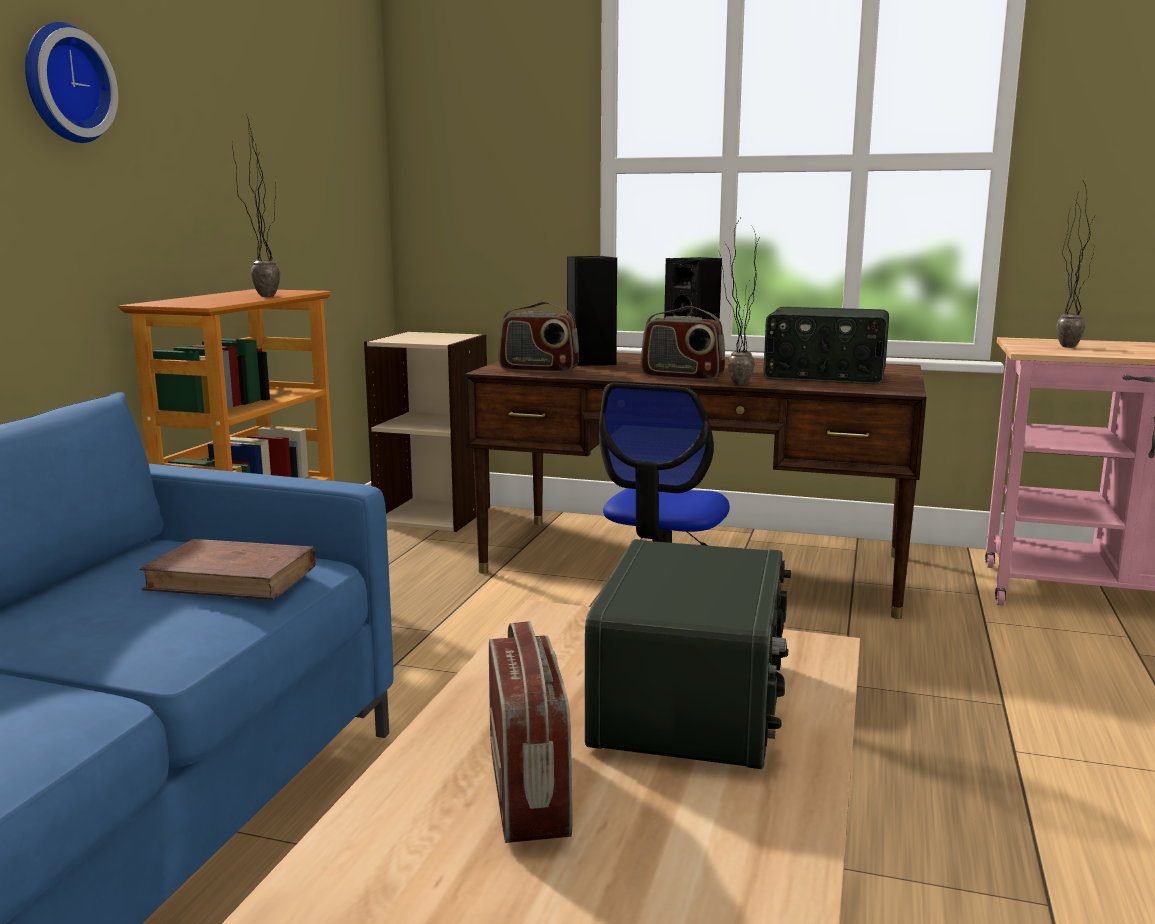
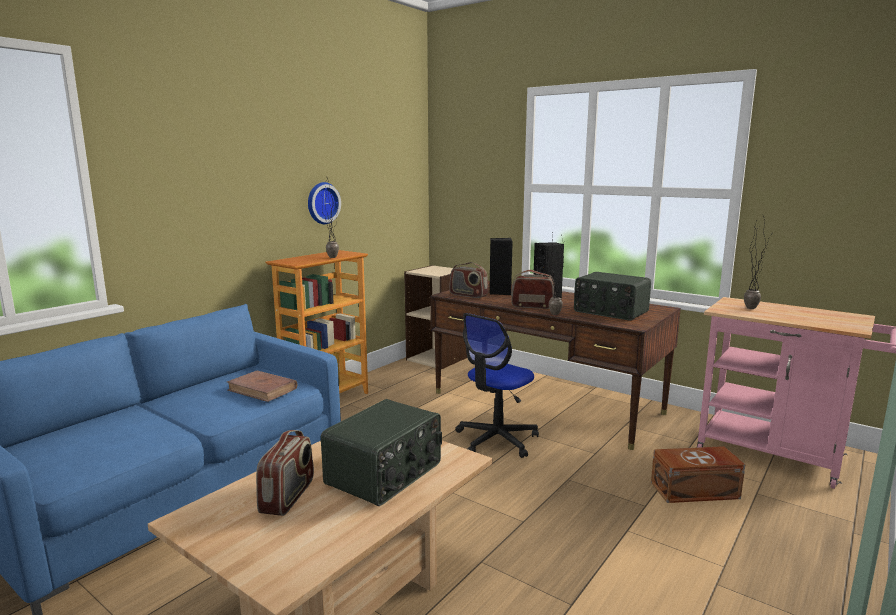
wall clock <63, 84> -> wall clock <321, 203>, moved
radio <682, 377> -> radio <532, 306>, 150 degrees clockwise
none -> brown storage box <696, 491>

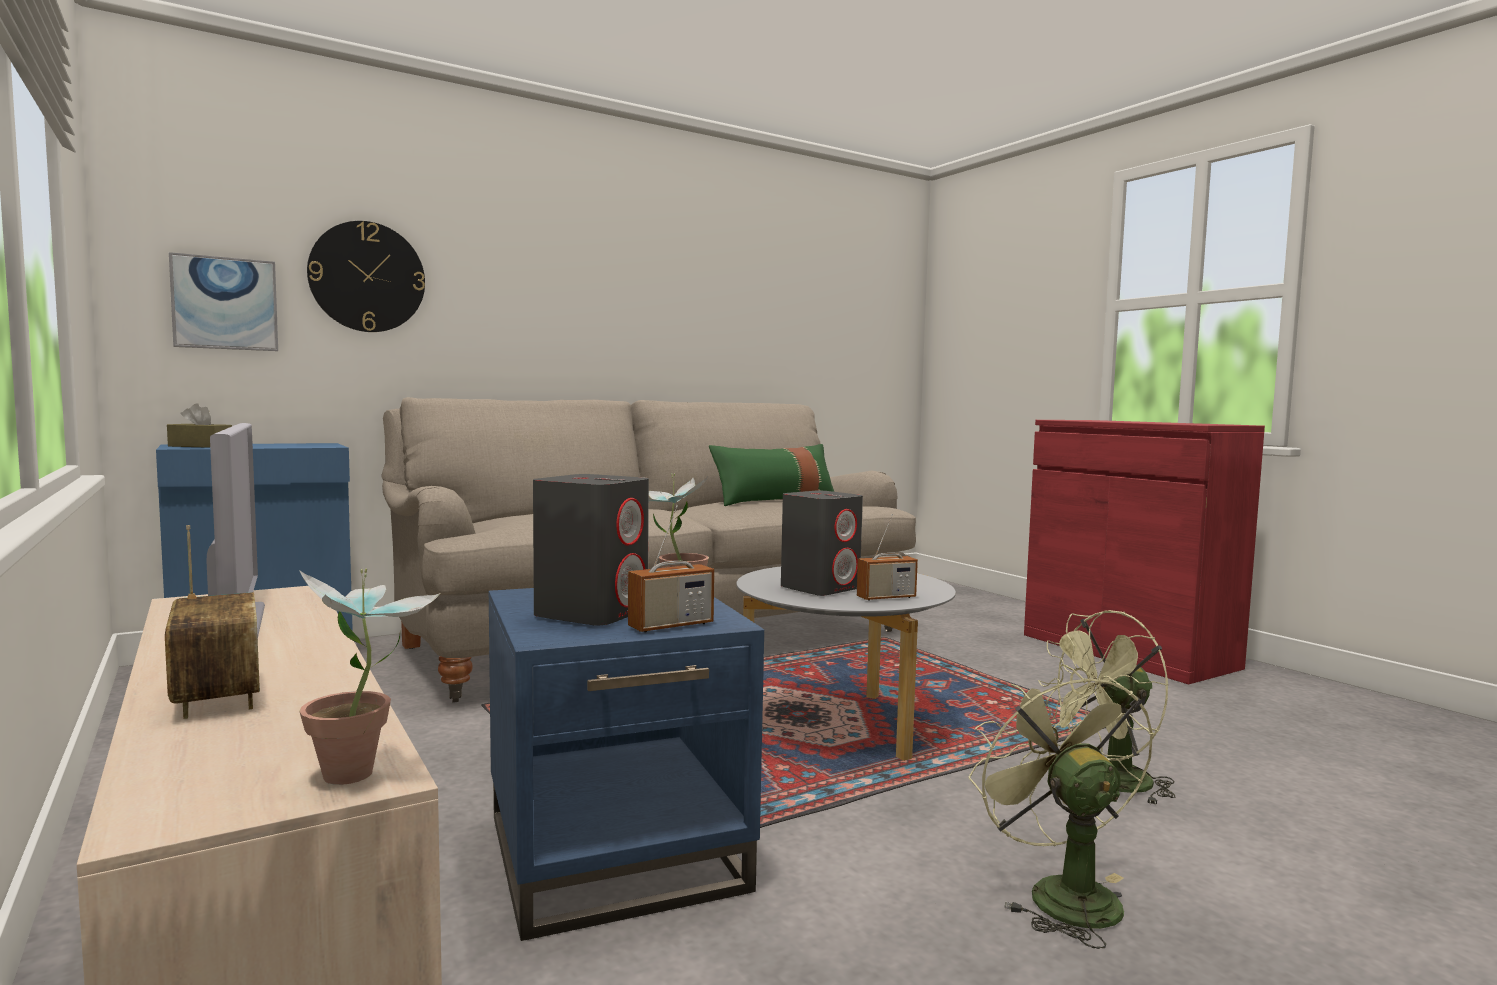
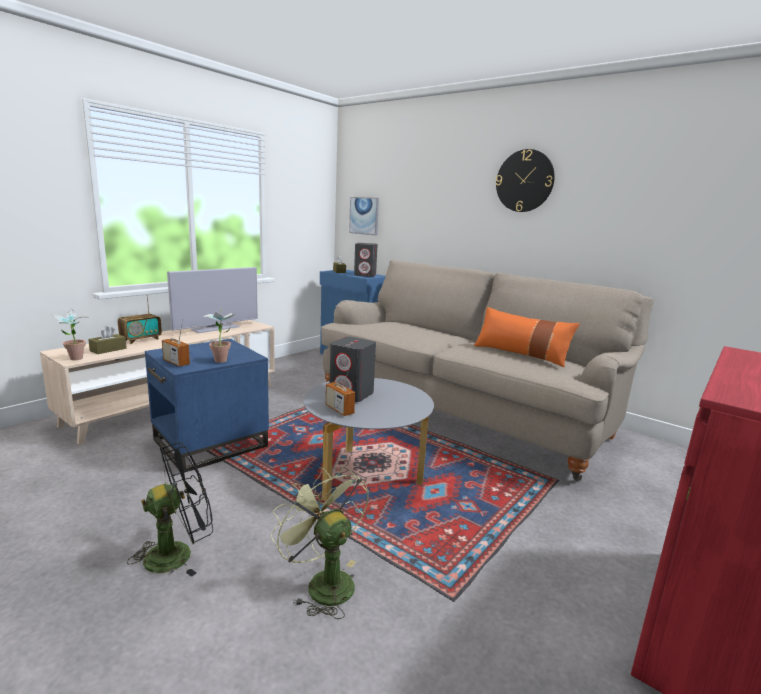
wall clock <367, 277> -> wall clock <524, 181>, moved
grey speaker <592, 613> -> grey speaker <365, 275>, moved
green pillow <775, 501> -> orange pillow <521, 354>
green fan <1060, 893> -> black fan <178, 553>
none -> brown tissue box <108, 349>

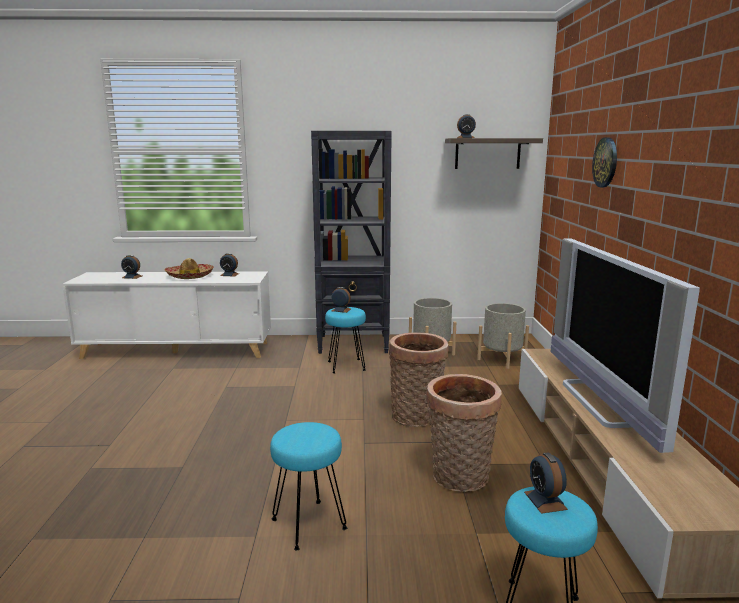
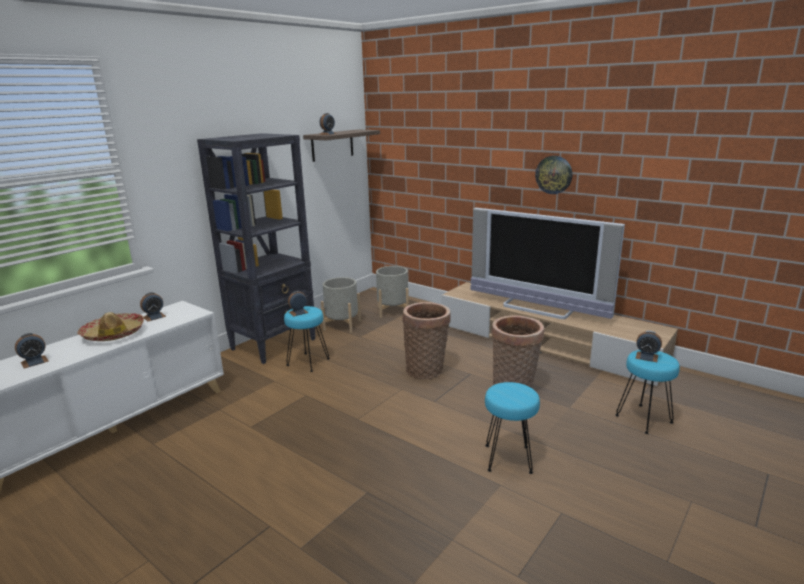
wall clock <605, 162> -> wall clock <554, 174>, moved

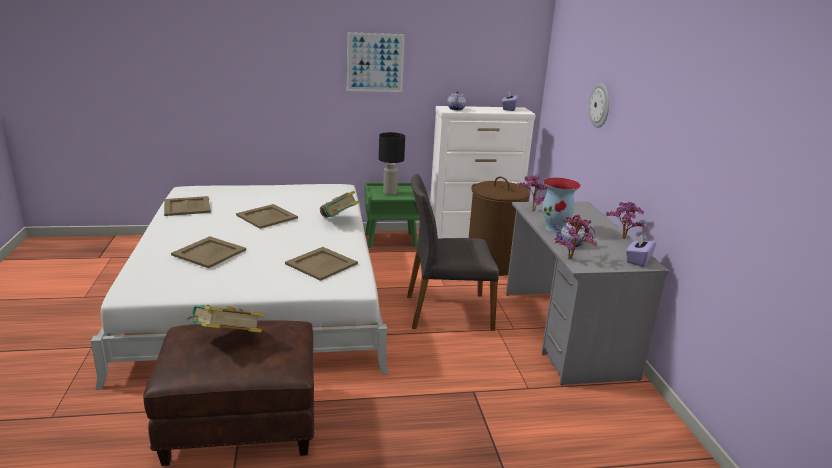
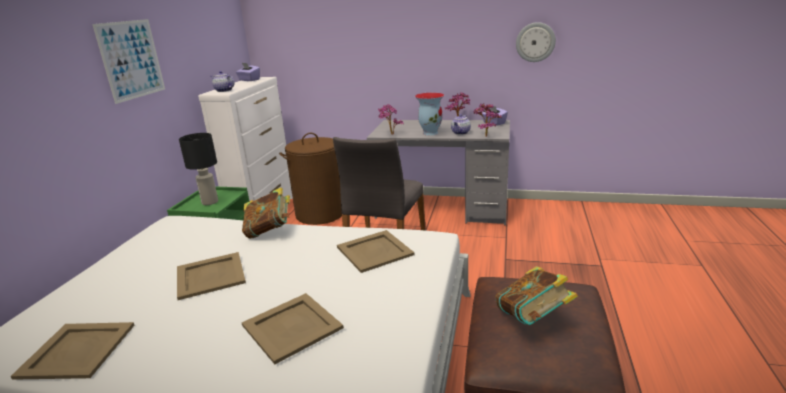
wall clock <600, 105> -> wall clock <535, 42>, moved

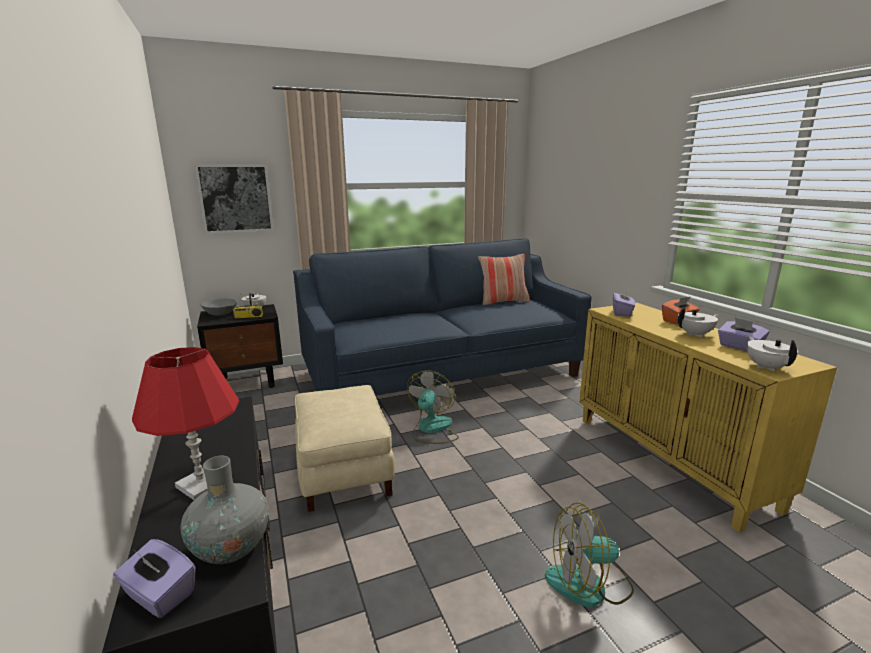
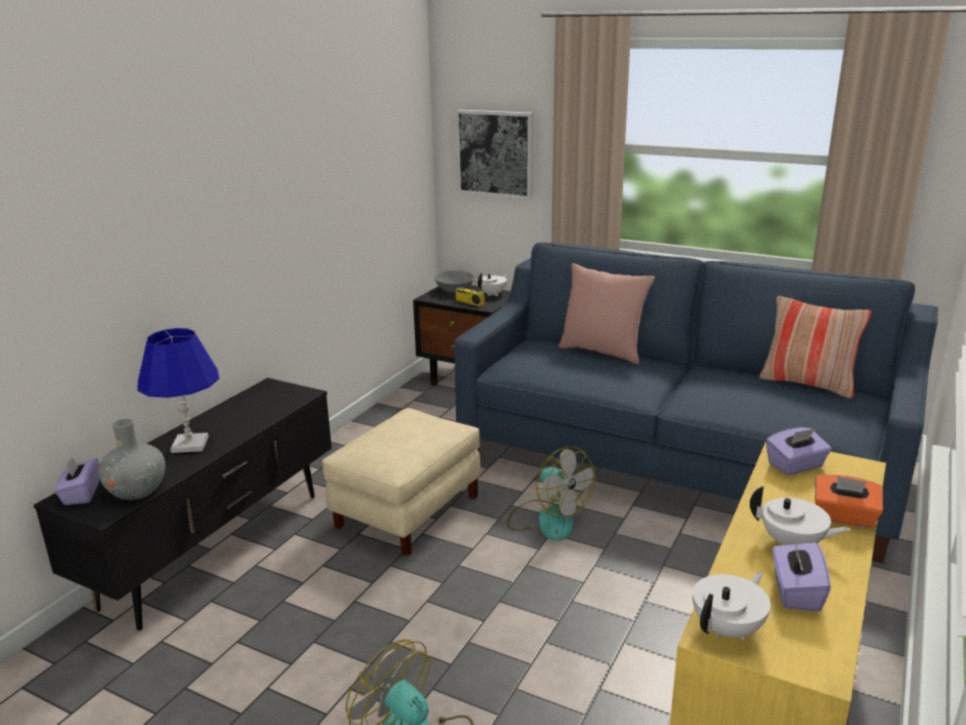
red table lamp <201, 484> -> blue table lamp <190, 444>
fan <432, 429> -> fan <547, 519>, 75 degrees clockwise
none -> pink pillow <602, 351>

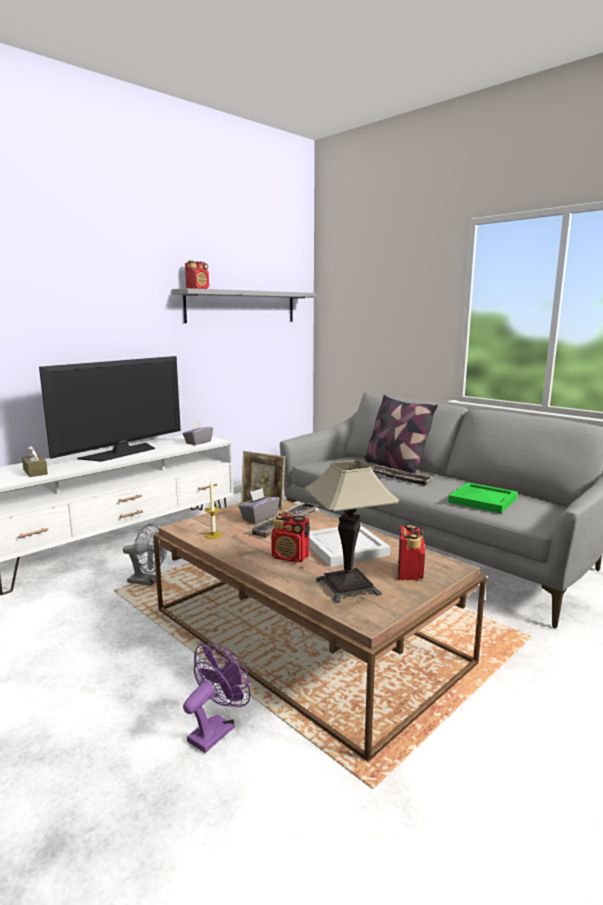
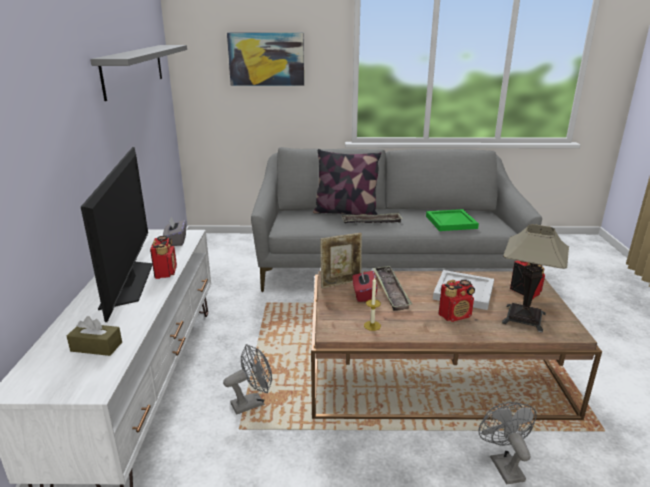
purple fan <216, 730> -> grey fan <503, 464>
radio <198, 289> -> radio <166, 272>, moved
grey tissue box <259, 517> -> red tissue box <364, 295>
none -> picture <266, 59>

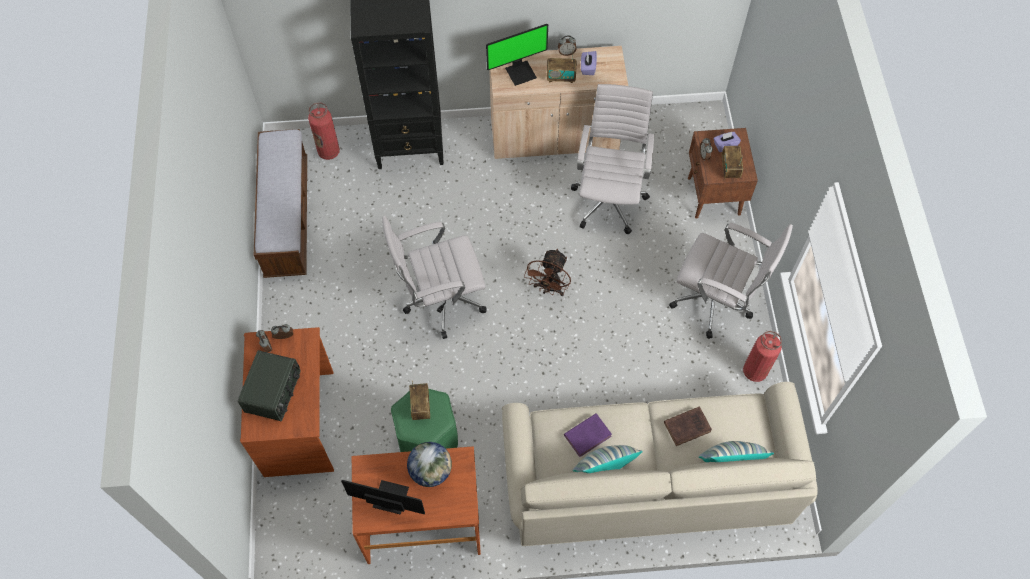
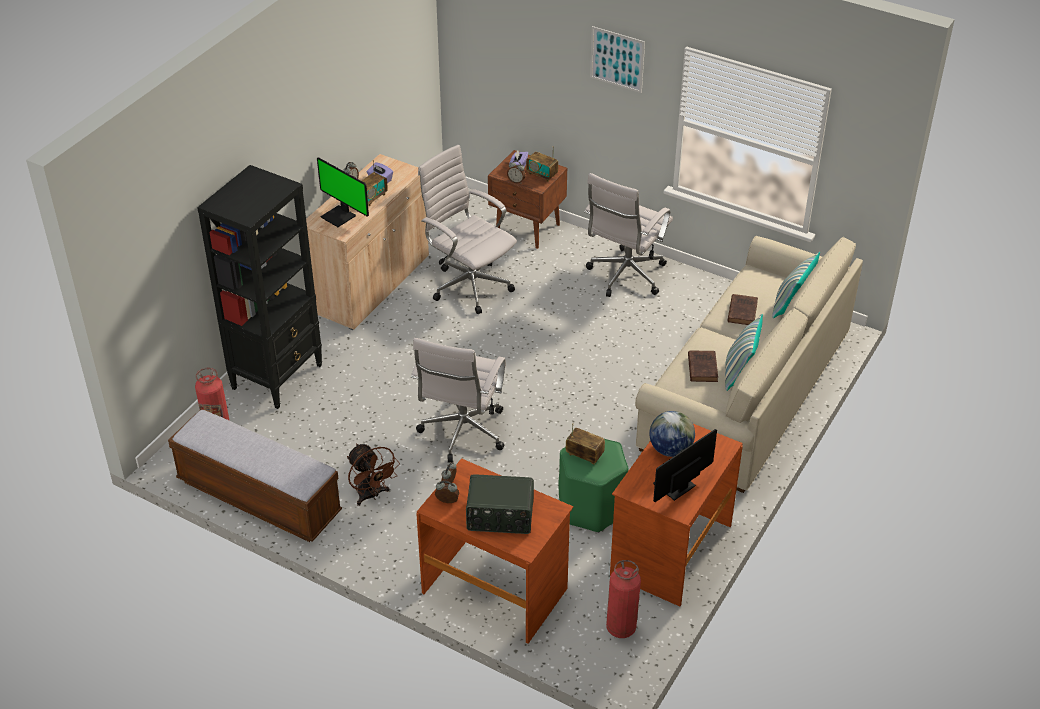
radio <274, 392> -> radio <500, 517>, 135 degrees clockwise
monitor <520, 72> -> monitor <340, 216>, 120 degrees clockwise
brown fan <549, 288> -> brown fan <371, 495>, moved
purple book <588, 435> -> brown book <702, 367>
white office chair <715, 303> -> white office chair <625, 277>, 150 degrees clockwise
fire extinguisher <755, 371> -> fire extinguisher <621, 628>, moved
none -> picture <617, 59>

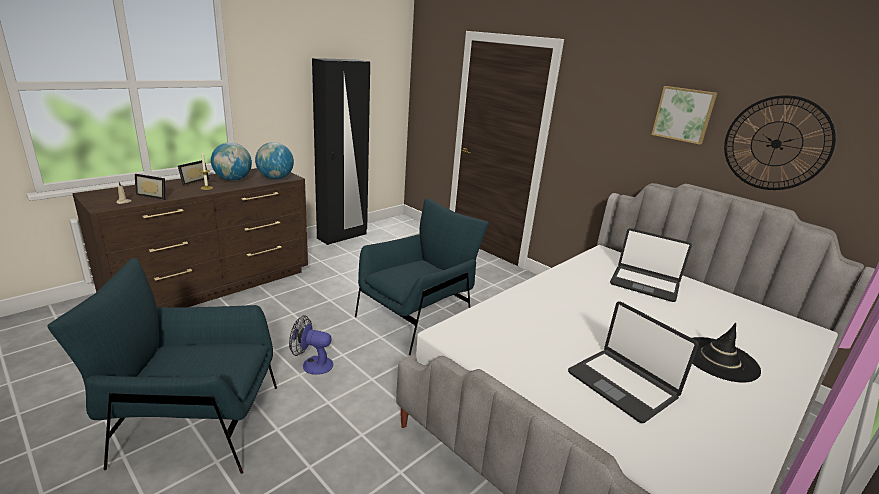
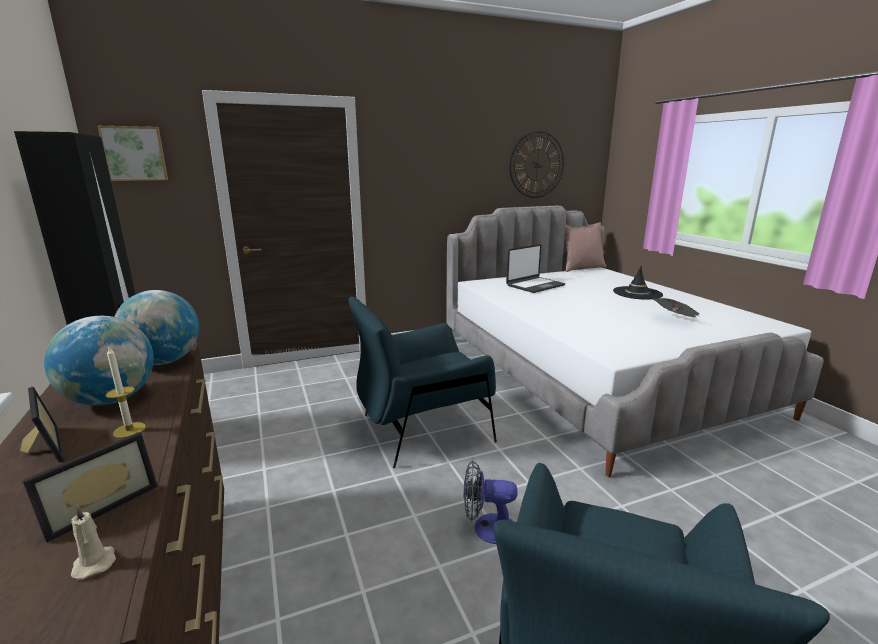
fan <312, 364> -> fan <487, 528>, 60 degrees clockwise
blue armchair <416, 318> -> blue armchair <422, 429>, 90 degrees counterclockwise
laptop <622, 385> -> newspaper <675, 320>
picture <683, 114> -> picture <134, 153>, moved
none -> pink pillow <581, 268>

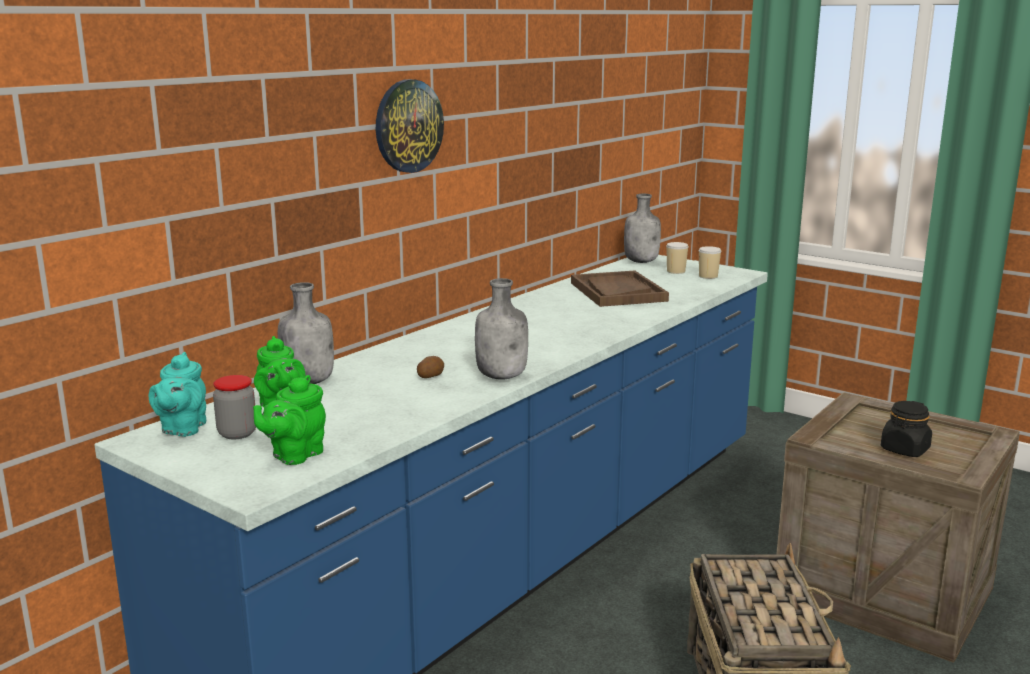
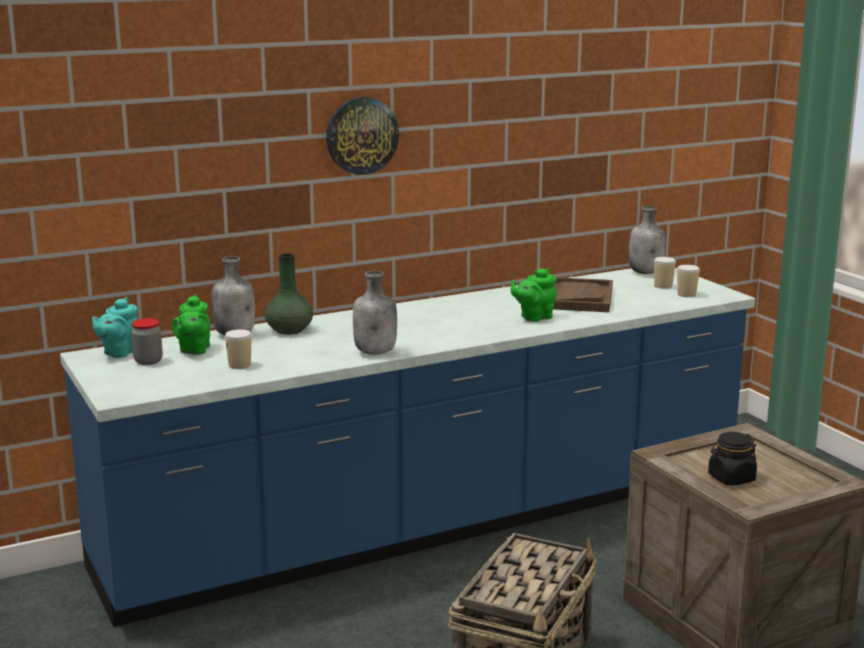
green teapot <294, 455> -> green teapot <534, 317>, moved
potato <430, 376> -> none
none -> cup <239, 365>
none -> green vase <290, 330>

